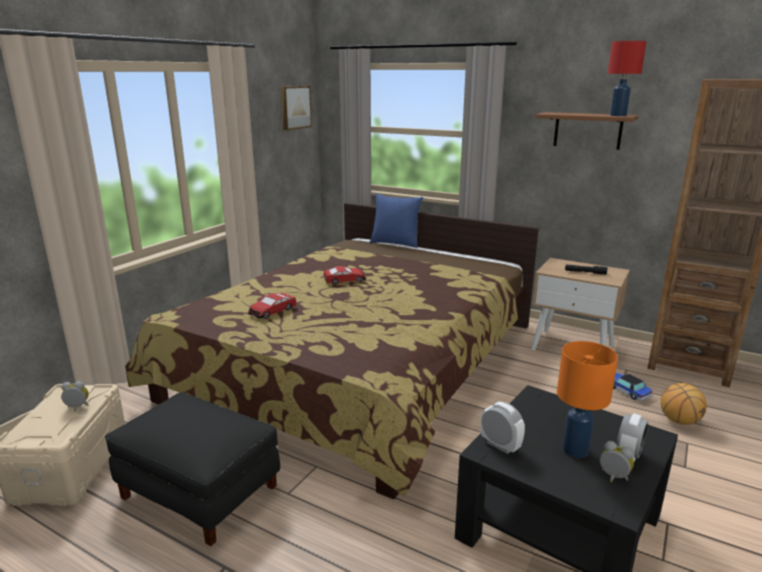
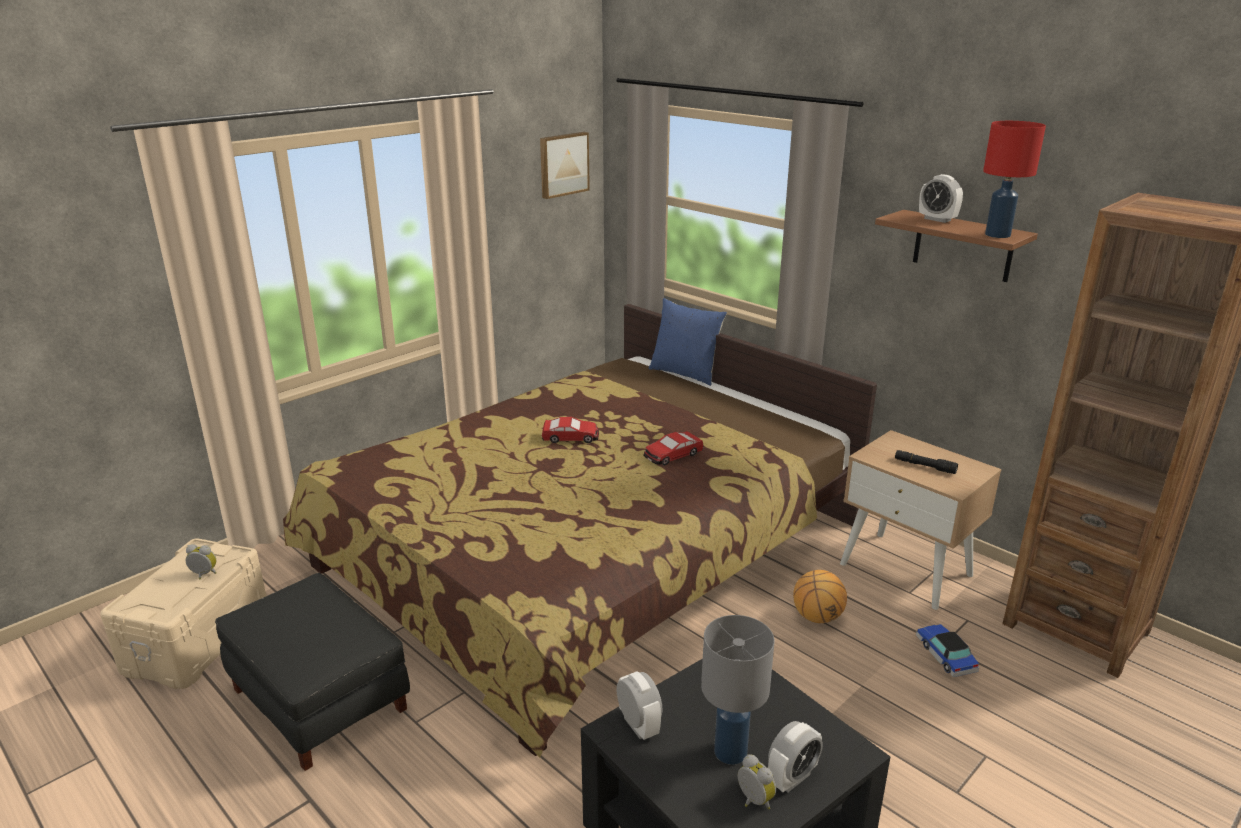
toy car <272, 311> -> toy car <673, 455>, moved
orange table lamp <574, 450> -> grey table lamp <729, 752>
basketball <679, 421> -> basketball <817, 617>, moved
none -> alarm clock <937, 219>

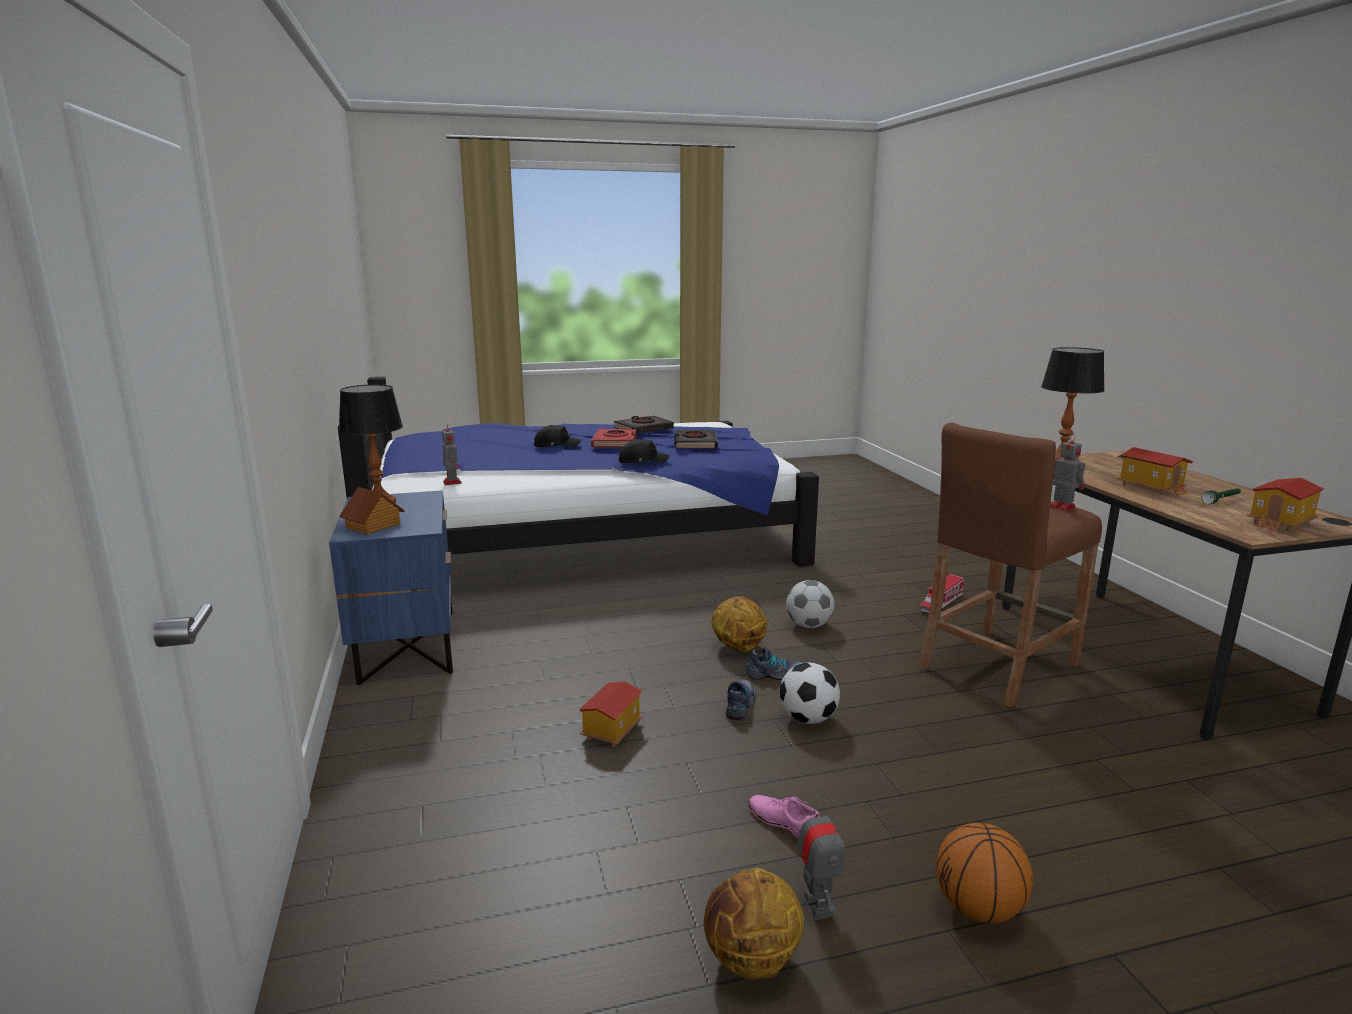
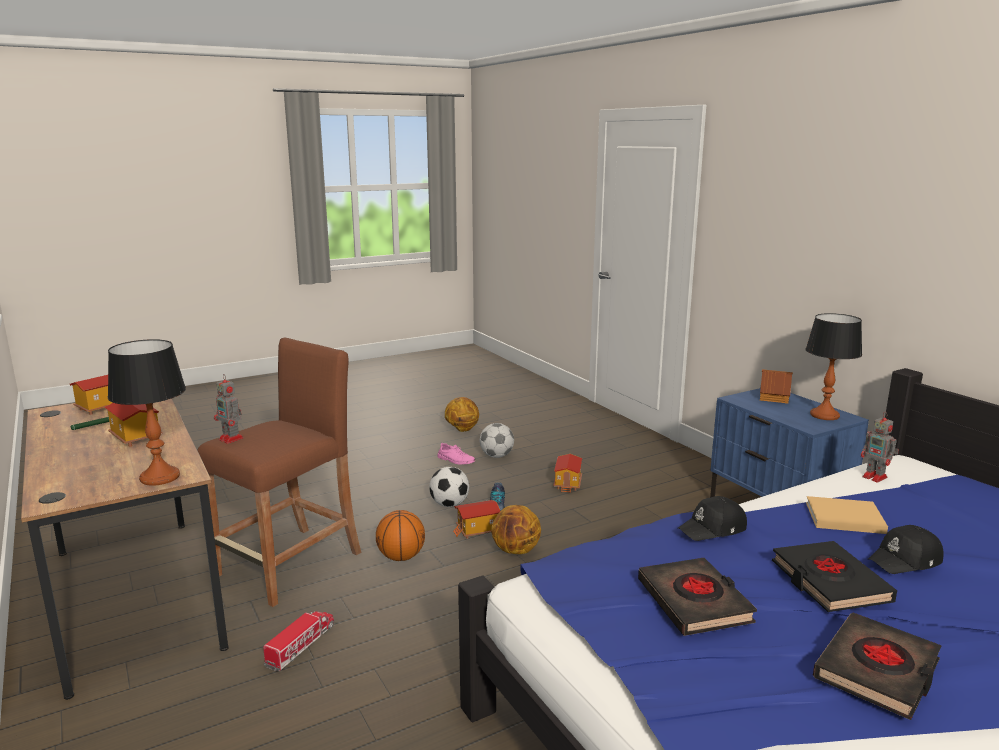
red book <615, 443> -> black book <829, 582>
shoe <775, 675> -> toy house <478, 531>
football <808, 625> -> football <496, 456>, moved
toy robot <817, 905> -> none
basketball <978, 908> -> basketball <401, 557>, moved
none -> beige book <842, 517>

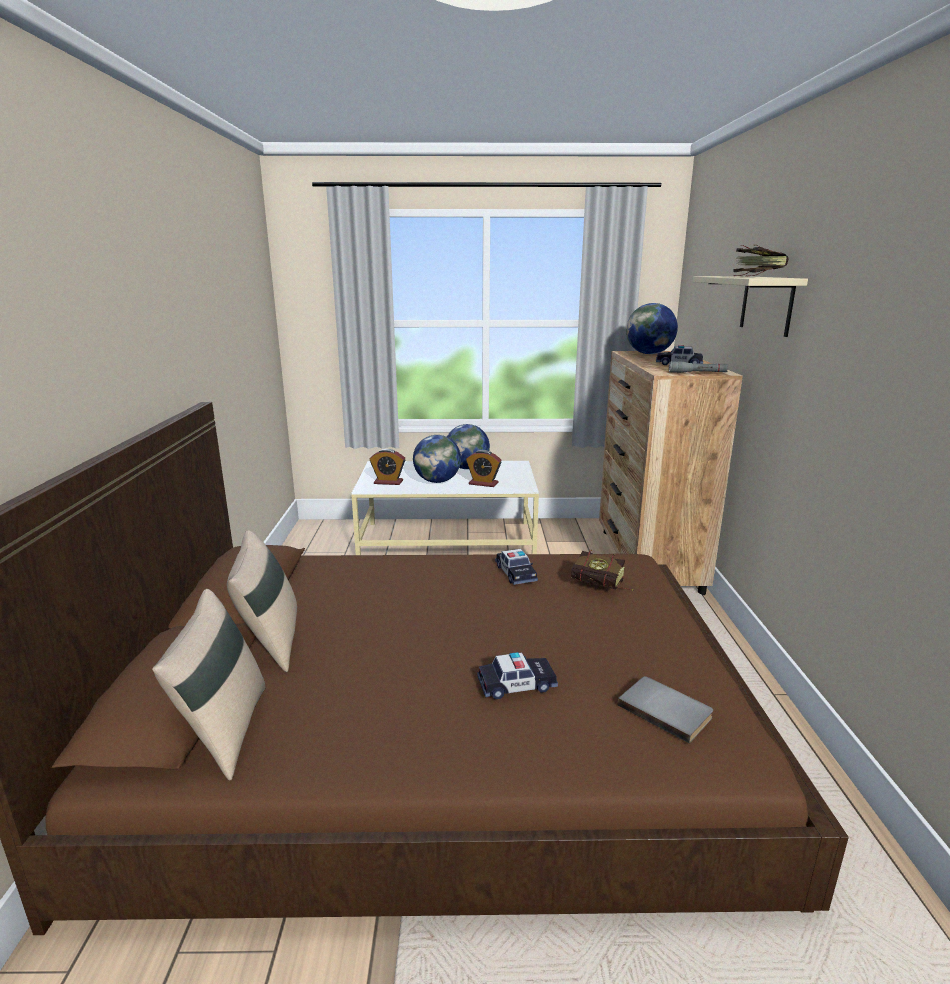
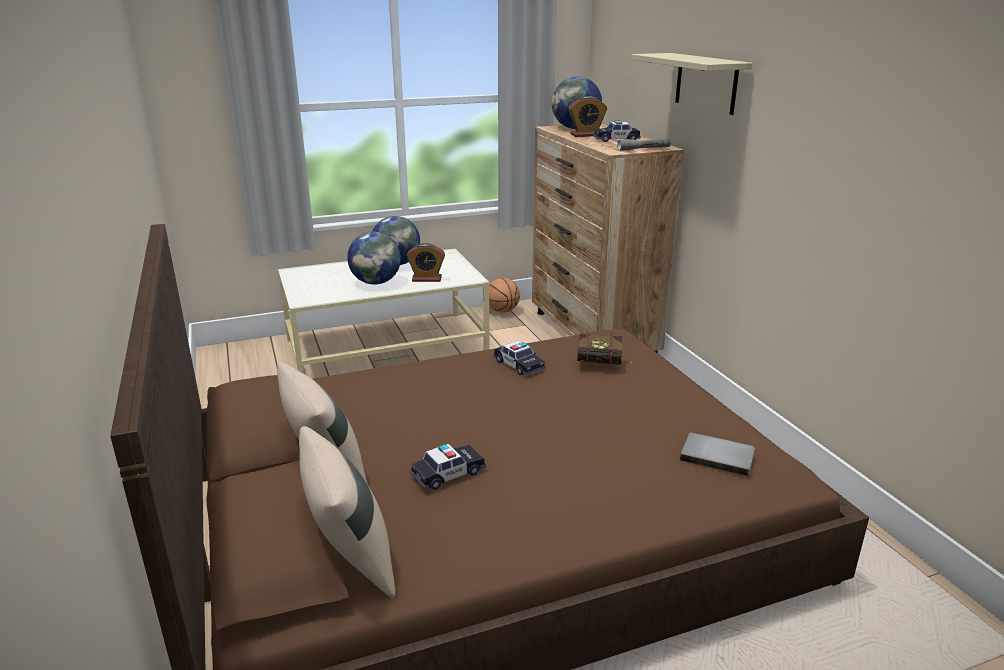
alarm clock <388, 482> -> alarm clock <586, 135>, moved
toy car <517, 684> -> toy car <448, 473>, moved
book <754, 276> -> none
none -> basketball <502, 311>

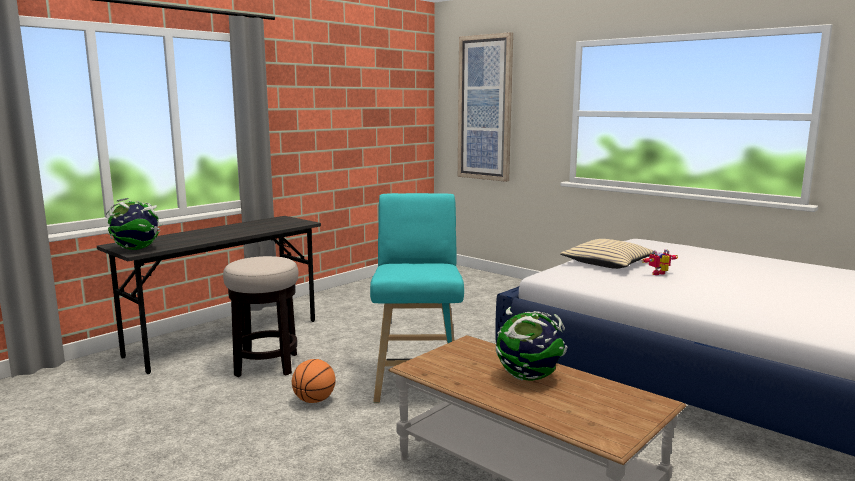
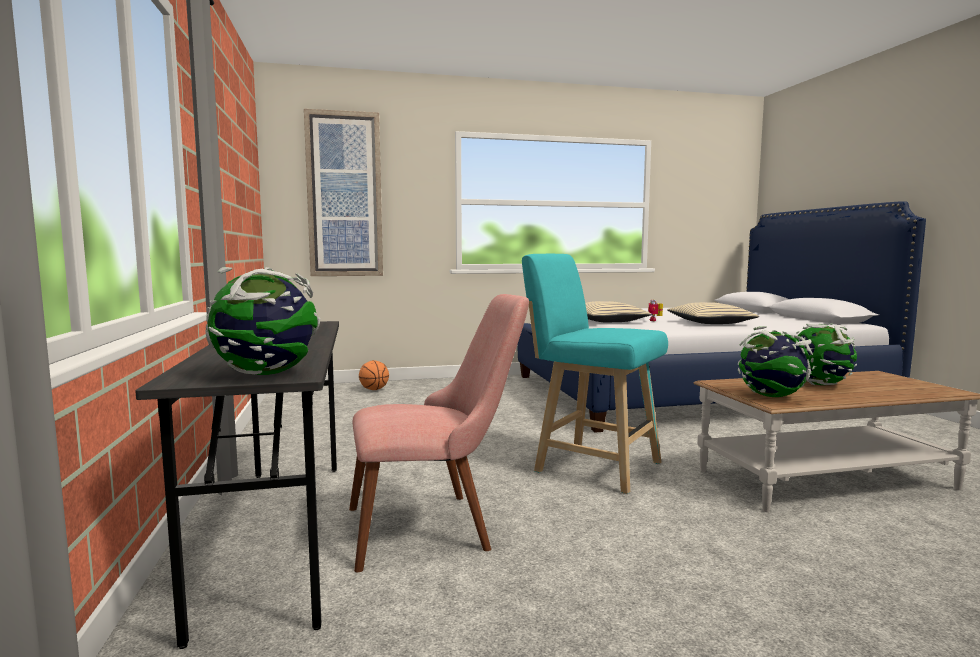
stool <266, 365> -> pink chair <437, 525>
basketball <314, 400> -> basketball <374, 390>, moved
none -> beige pillow <710, 322>
none -> globe <772, 396>

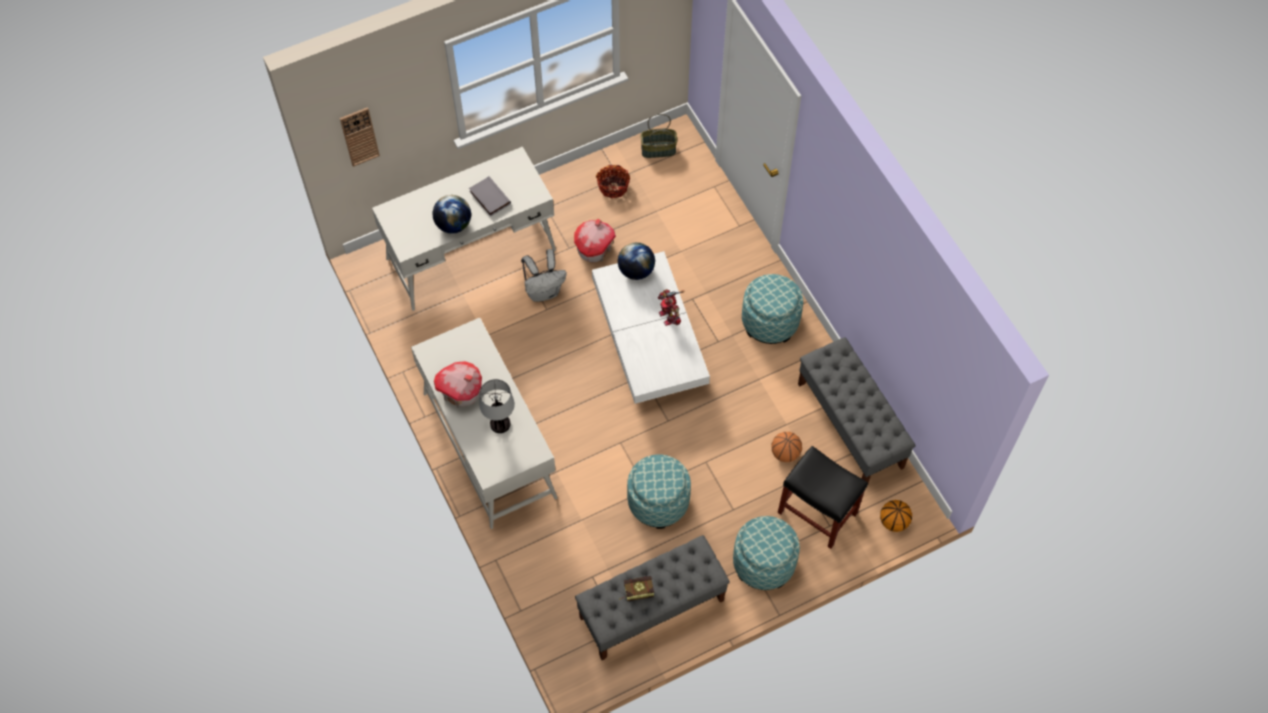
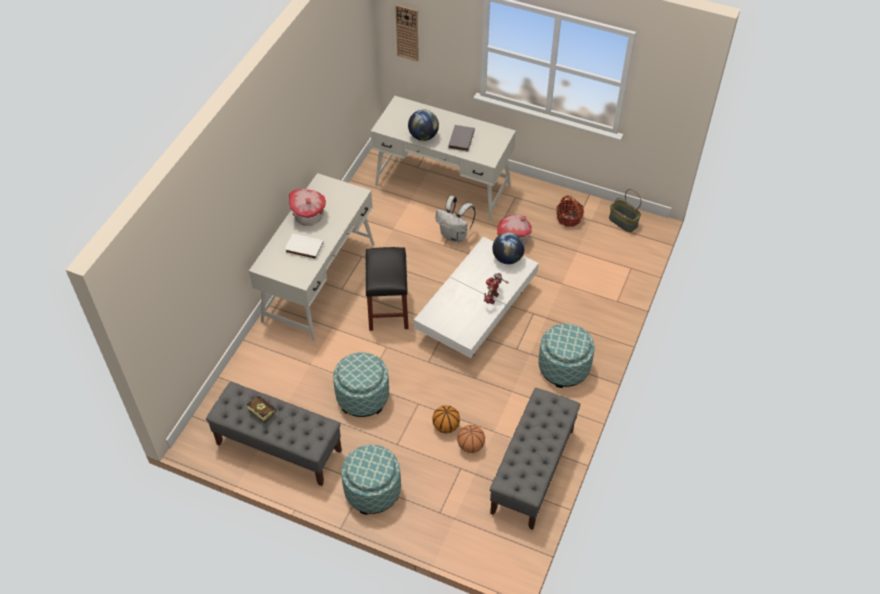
table lamp <500, 424> -> white book <304, 248>
black stool <818, 513> -> black stool <388, 310>, moved
basketball <894, 522> -> basketball <446, 426>, moved

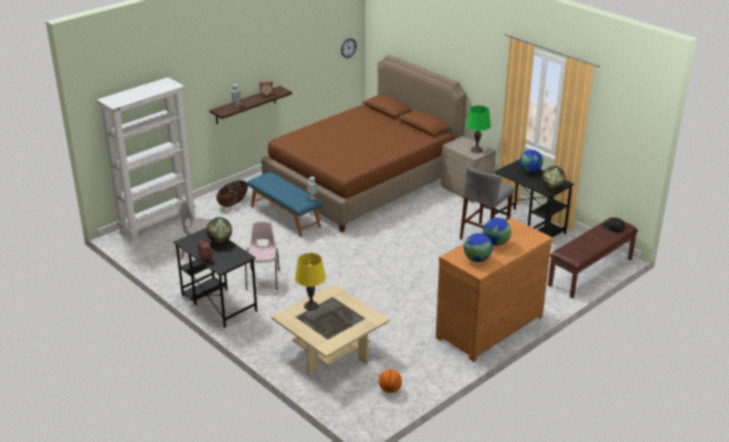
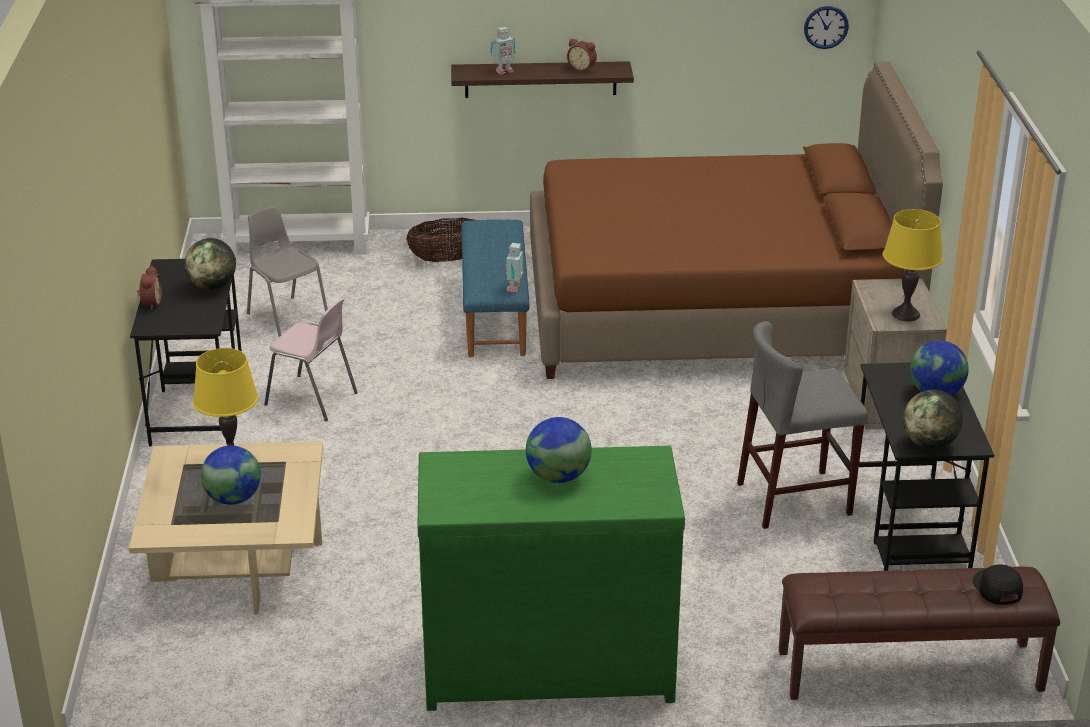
pink chair <263, 279> -> pink chair <312, 399>, 75 degrees clockwise
basketball <390, 390> -> none
brown dresser <487, 326> -> green dresser <546, 663>
globe <477, 259> -> globe <233, 499>, moved
green table lamp <476, 150> -> yellow table lamp <905, 314>

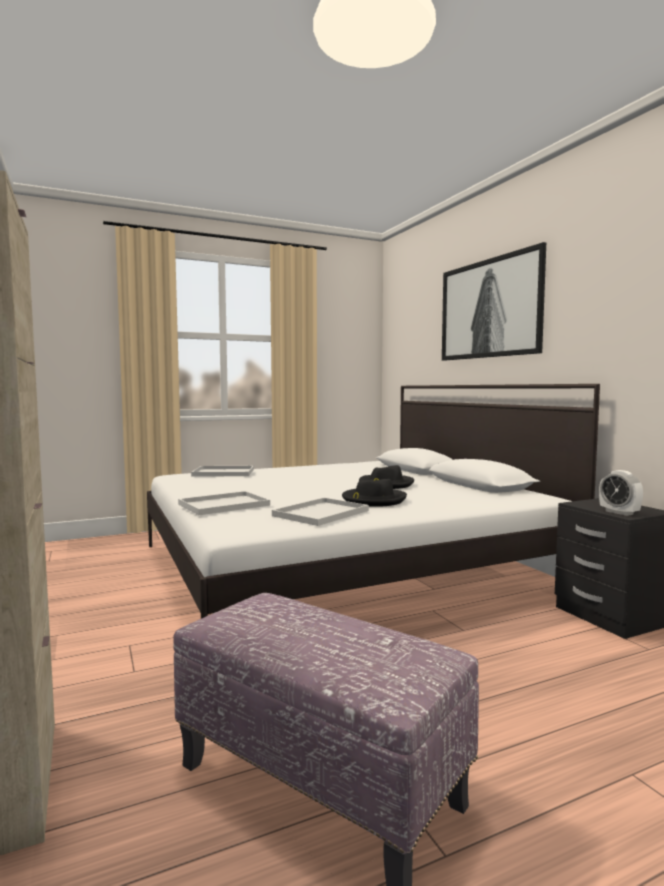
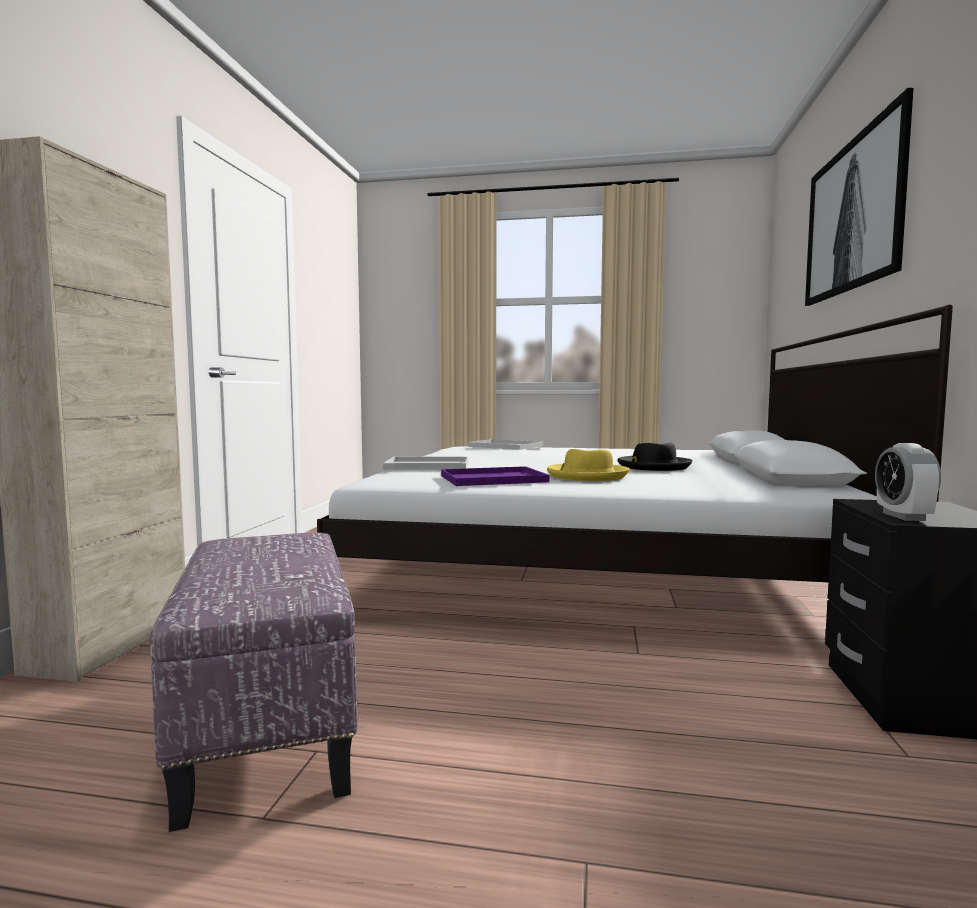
white tray <320, 513> -> purple tray <491, 479>
black hat <373, 500> -> yellow hat <587, 476>

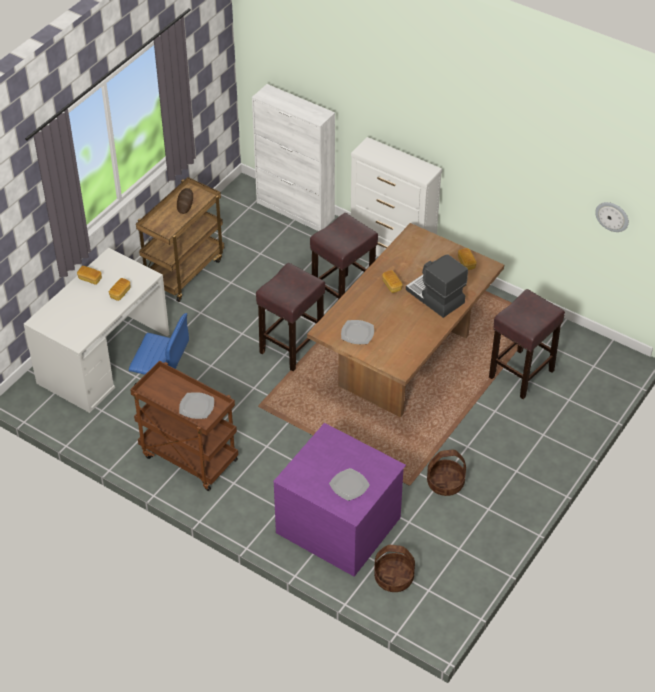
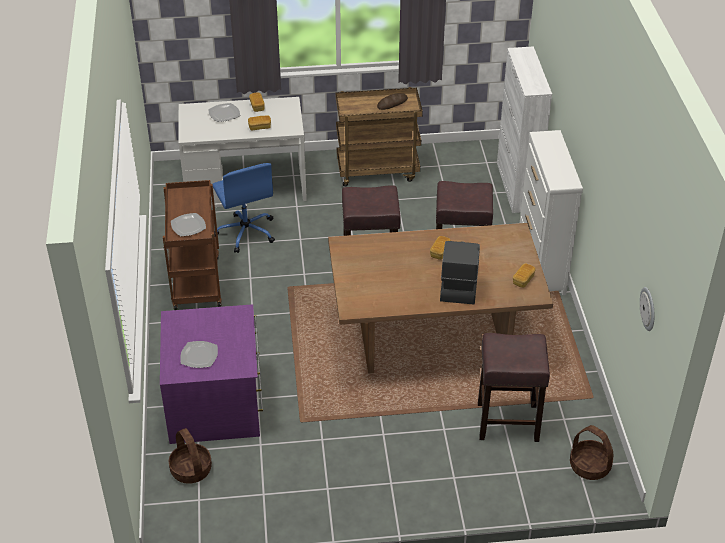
plate <357, 333> -> plate <224, 114>, moved
basket <445, 483> -> basket <589, 466>, moved

